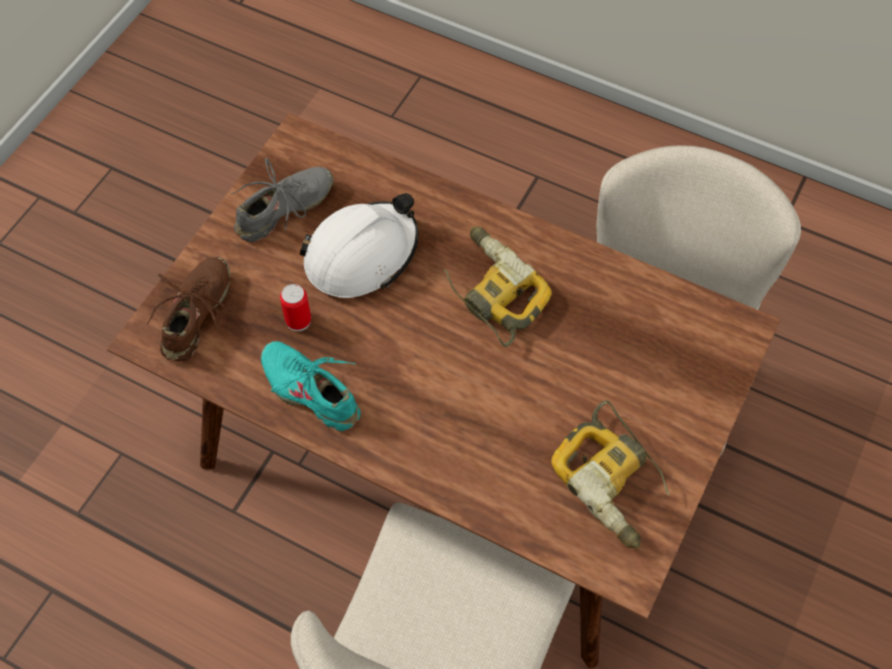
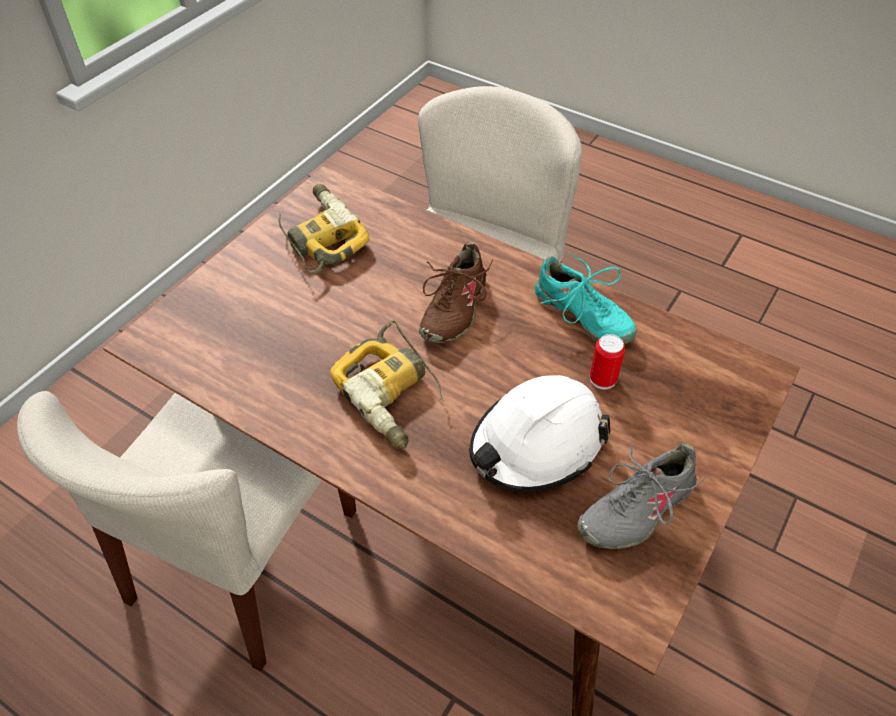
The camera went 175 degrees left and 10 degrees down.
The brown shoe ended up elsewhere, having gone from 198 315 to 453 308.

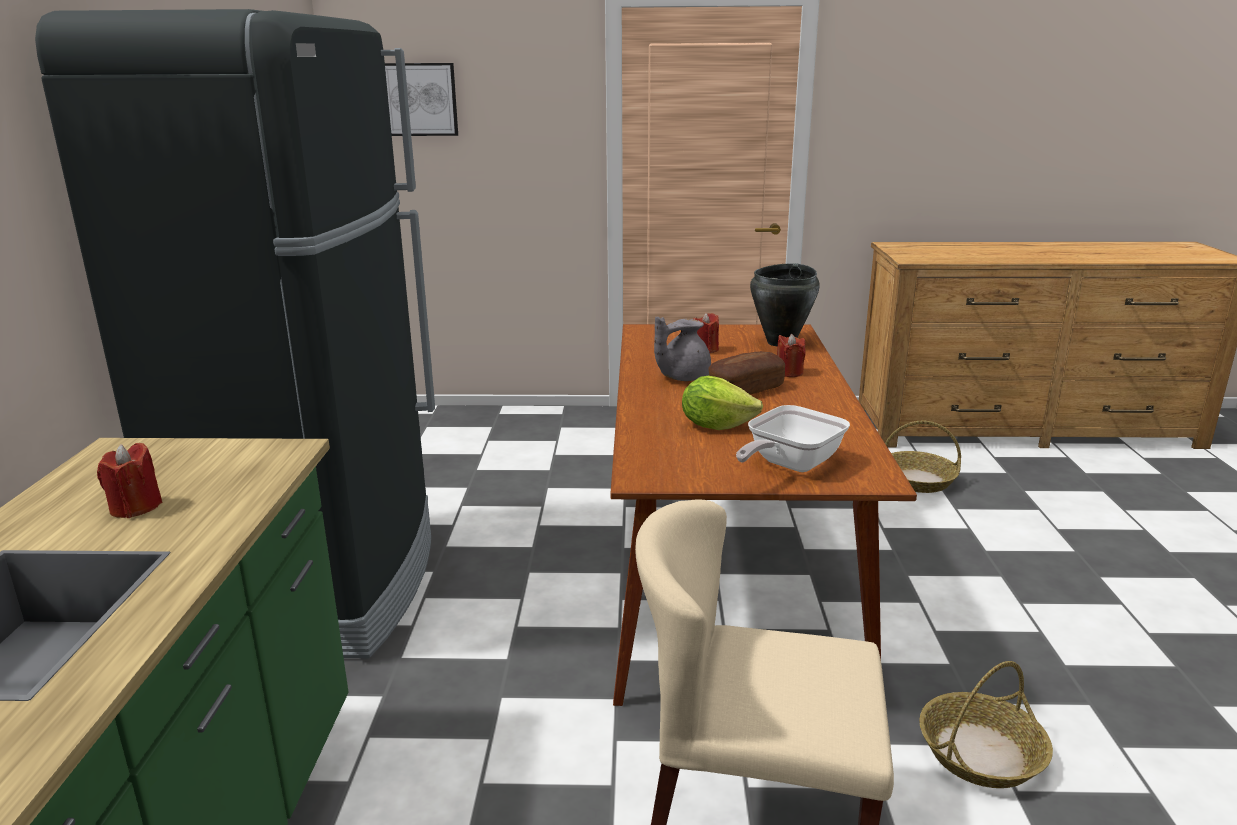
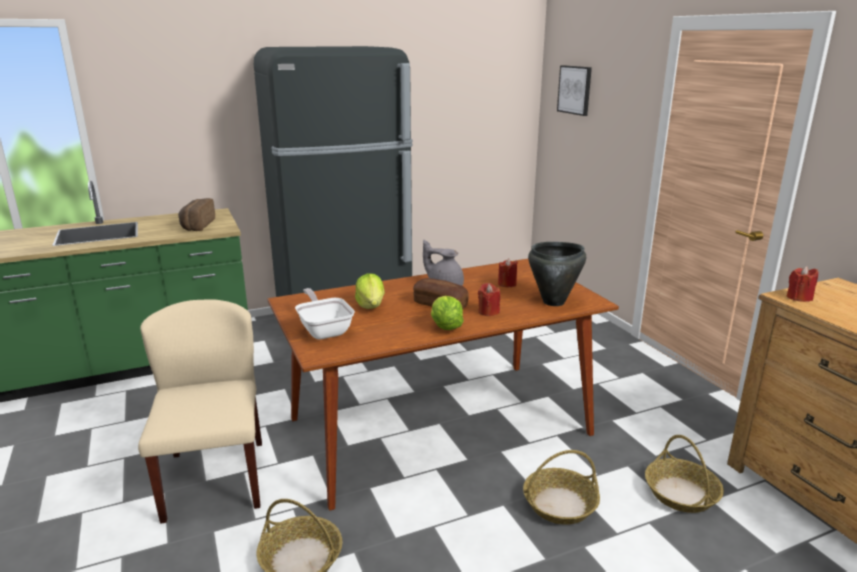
The camera went 65 degrees right and 0 degrees up.
The second view gained the bread at 196 225.
The second view gained the lettuce at 445 327.
The second view gained the basket at 560 504.
The red candle ended up elsewhere, having gone from 135 507 to 799 298.
The frying pan at 789 465 ended up facing another way, 45 degrees clockwise from before.

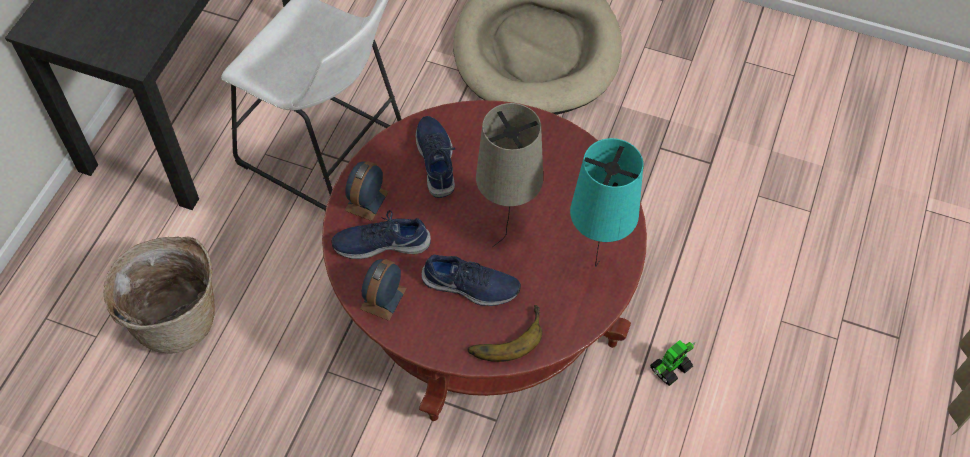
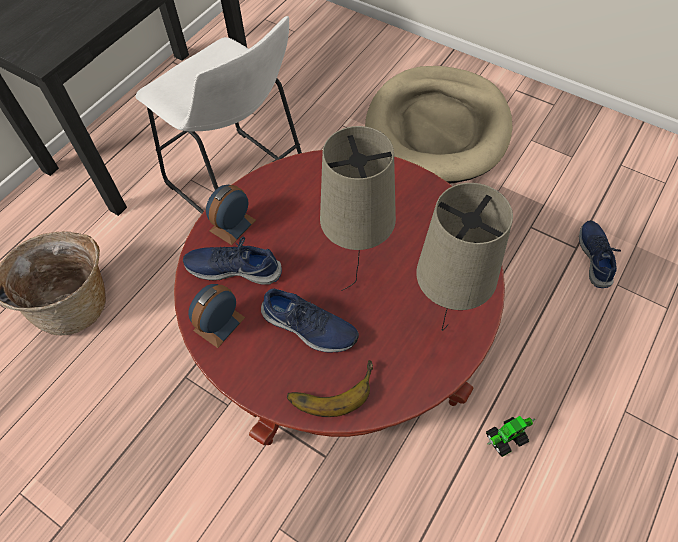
The camera went 15 degrees right and 0 degrees up.
The blue shoe ended up elsewhere, having gone from 437 160 to 596 257.
What was the turquoise table lamp at 593 274 turned into the beige table lamp at 439 338.

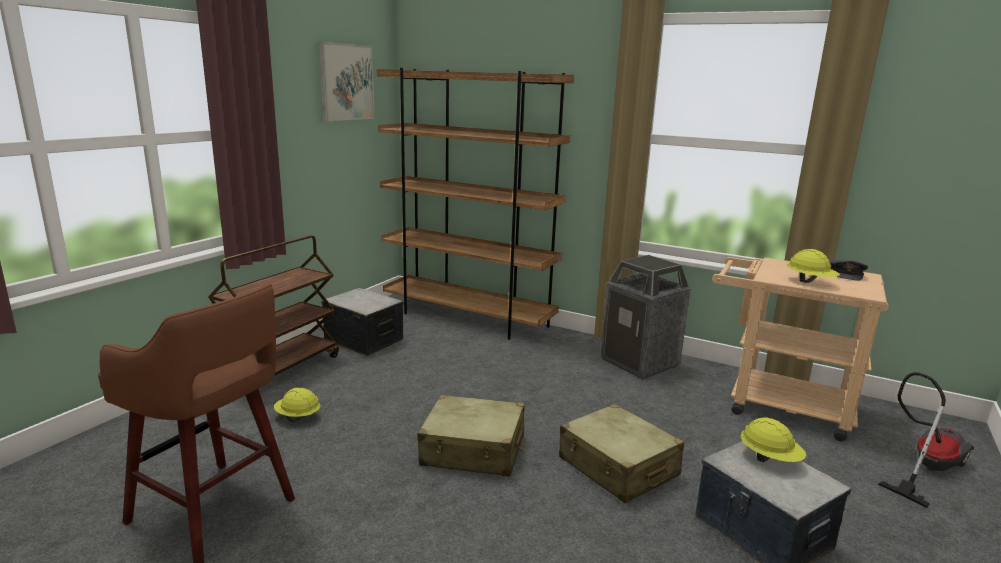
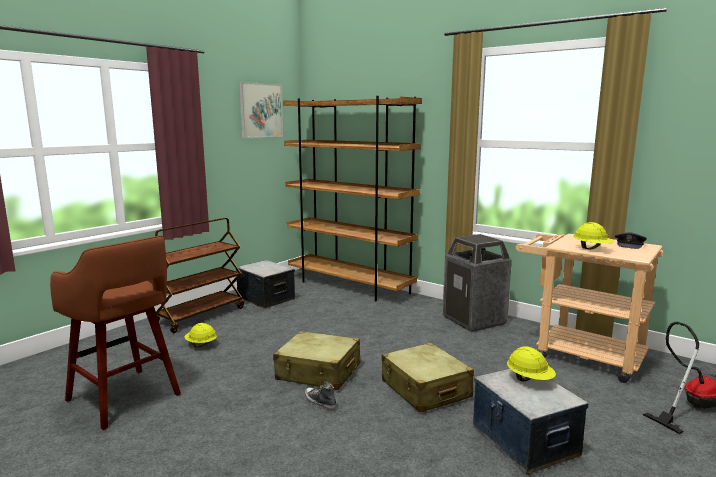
The camera went 10 degrees right and 5 degrees down.
The second view gained the shoe at 320 402.

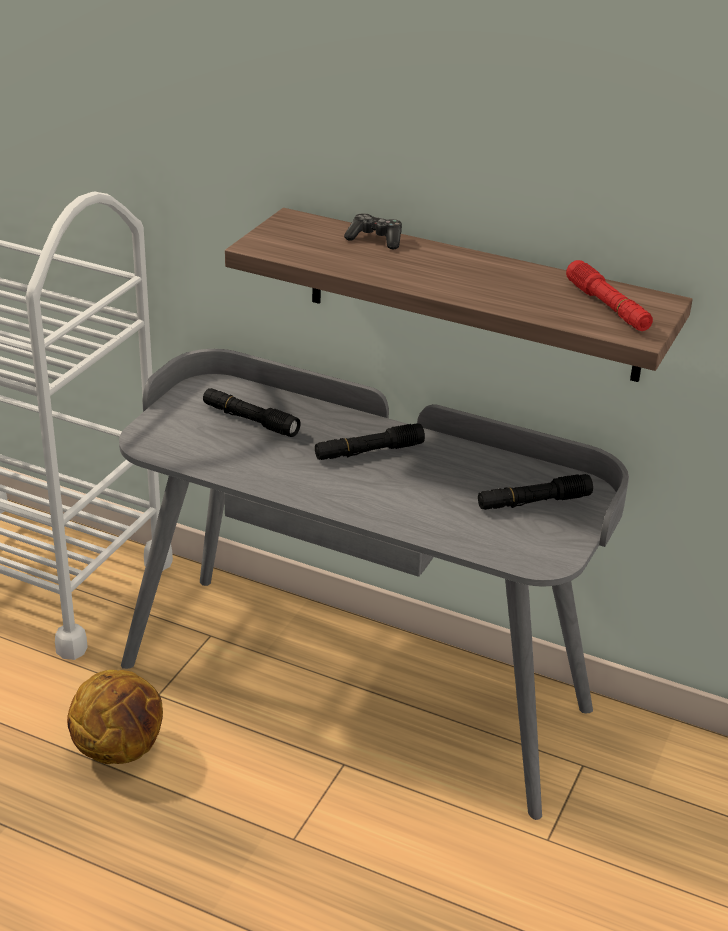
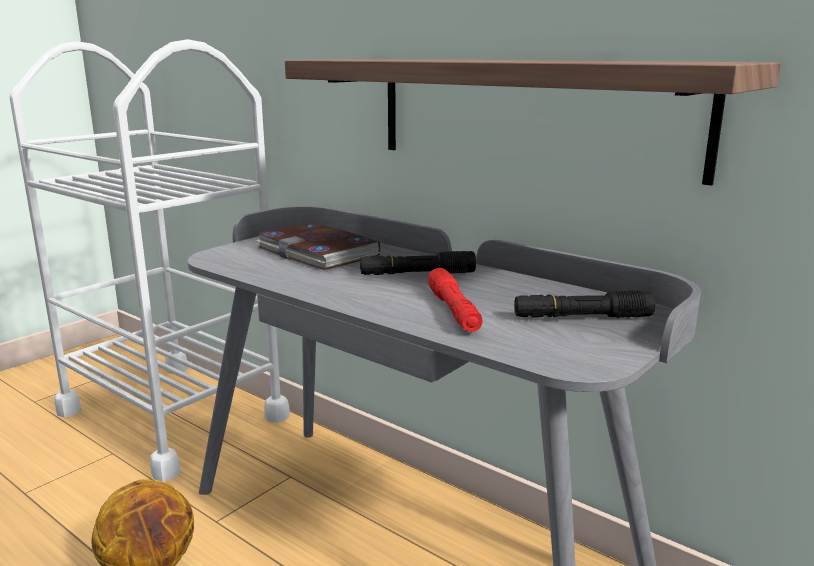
The camera went 15 degrees right and 15 degrees down.
The second view lost the game controller at 375 239.
The red flashlight ended up elsewhere, having gone from 607 307 to 453 311.
Where the black flashlight stood at 250 420, the book came to stand at 318 252.

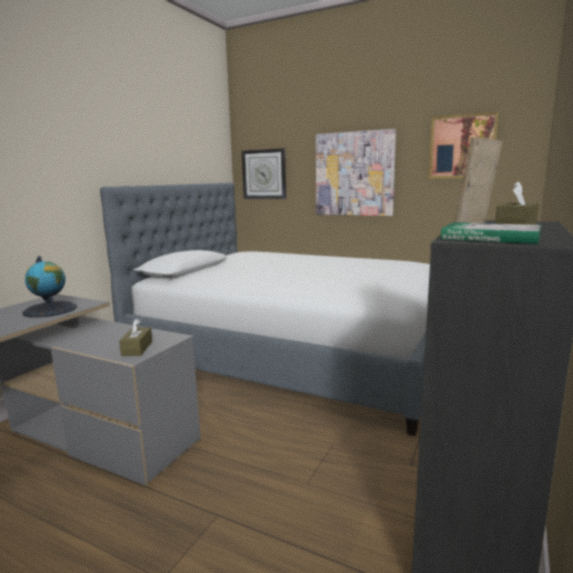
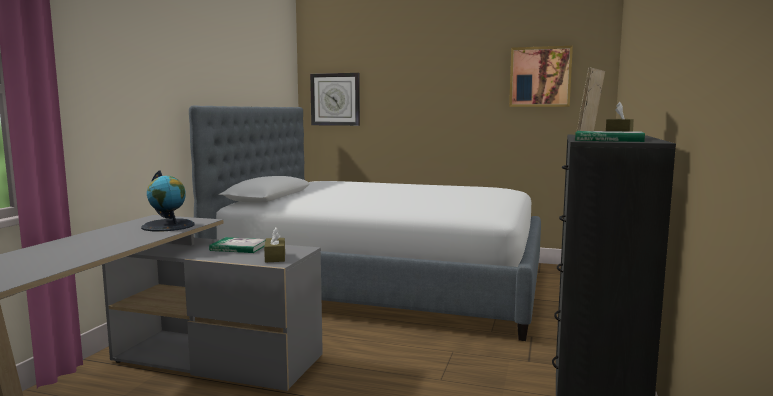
The camera went 10 degrees left and 5 degrees down.
The second view lost the picture at 354 174.
The second view gained the book at 239 247.

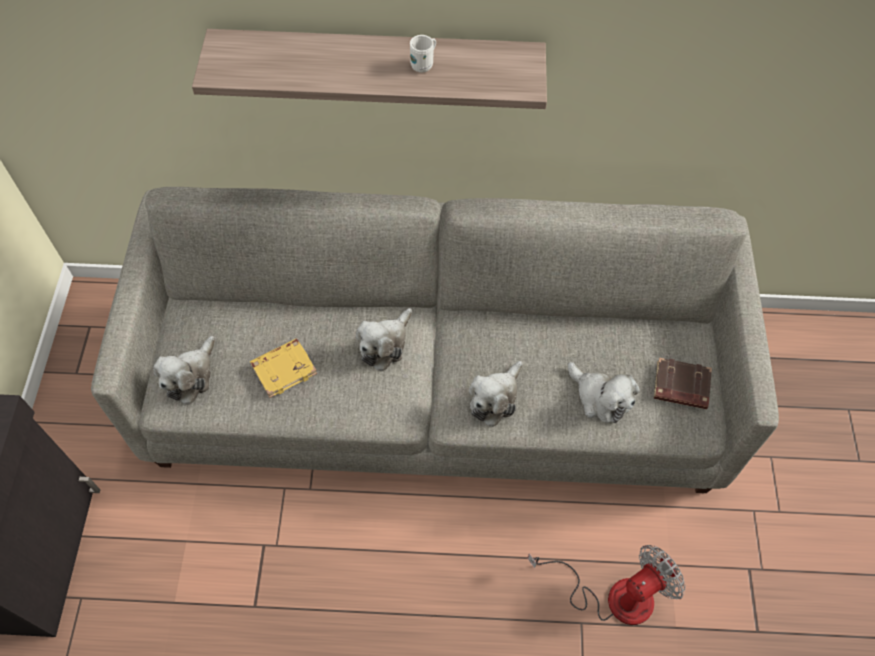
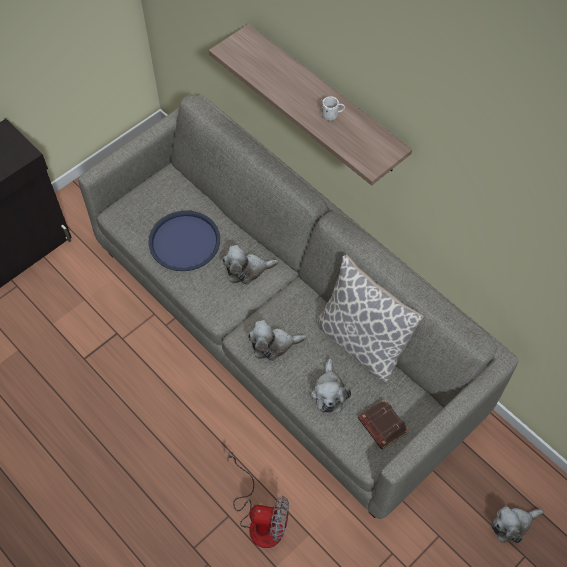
The camera went 45 degrees right and 0 degrees up.
The second view gained the pillow at 361 341.
The plush toy ended up elsewhere, having gone from 191 376 to 512 524.
Where the yellow book stood at 284 369, the blue tray came to stand at 184 241.

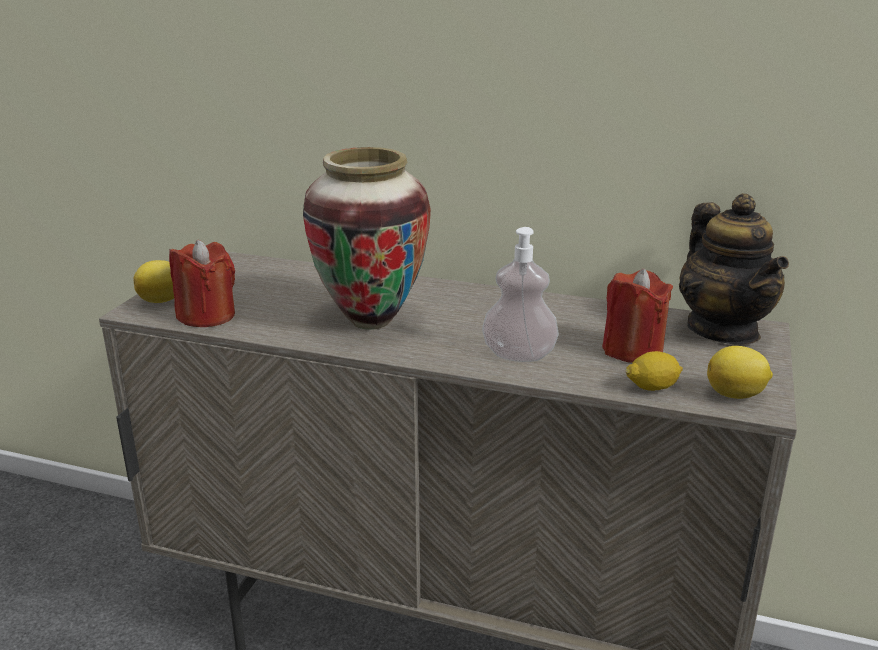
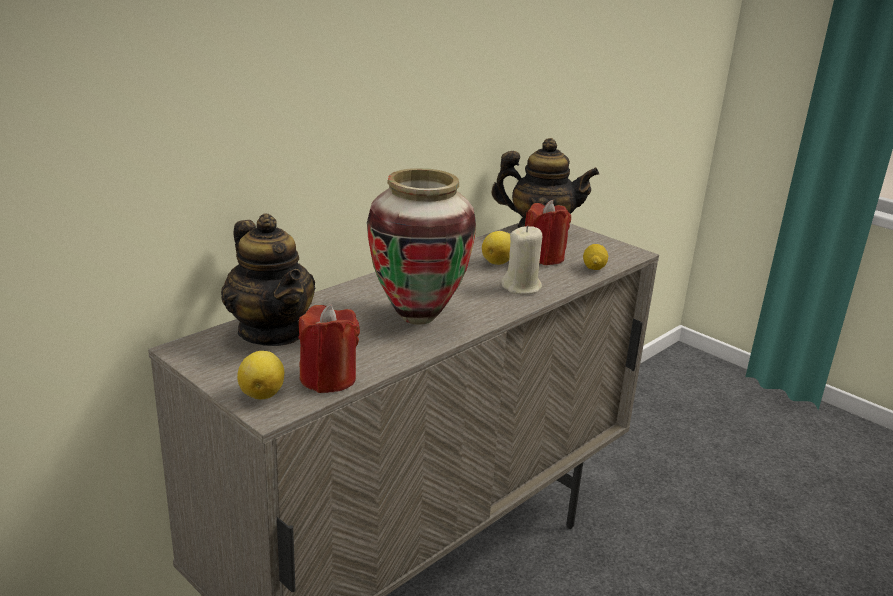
The camera went 65 degrees left and 0 degrees up.
The second view gained the teapot at 271 332.
The lemon ended up elsewhere, having gone from 736 395 to 498 262.
Where the soap dispenser stood at 519 355, the beige candle came to stand at 522 287.

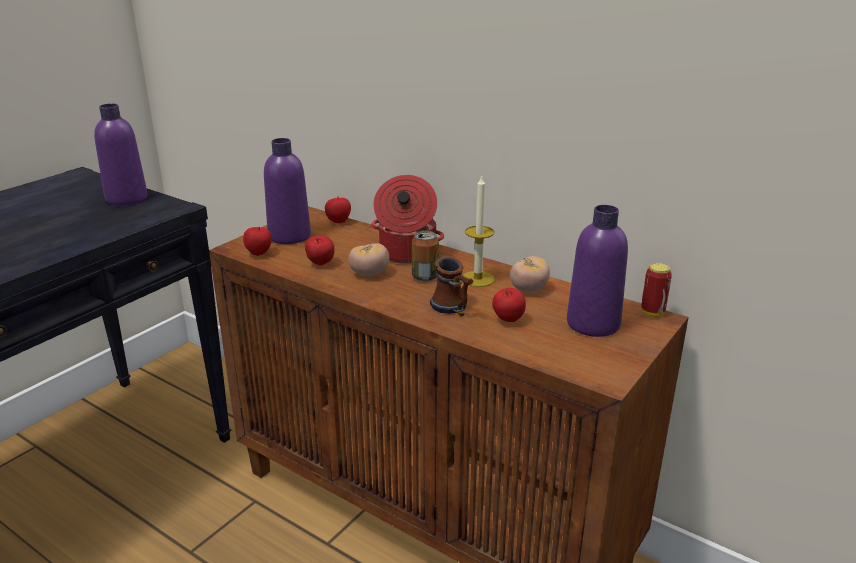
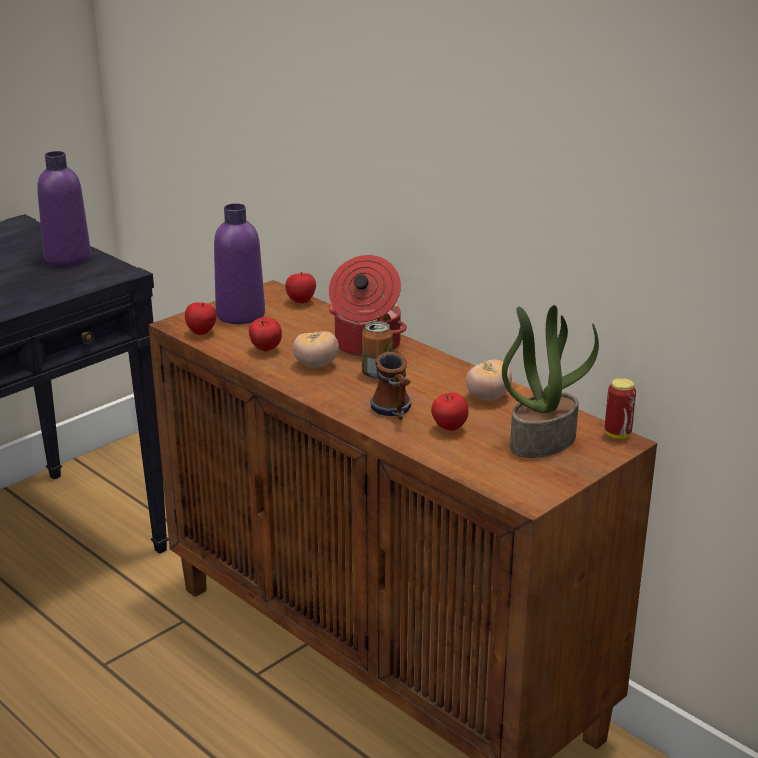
The camera went 10 degrees right and 0 degrees up.
The second view lost the candle at 478 279.
Where the purple bottle stood at 593 324, the potted plant came to stand at 542 441.

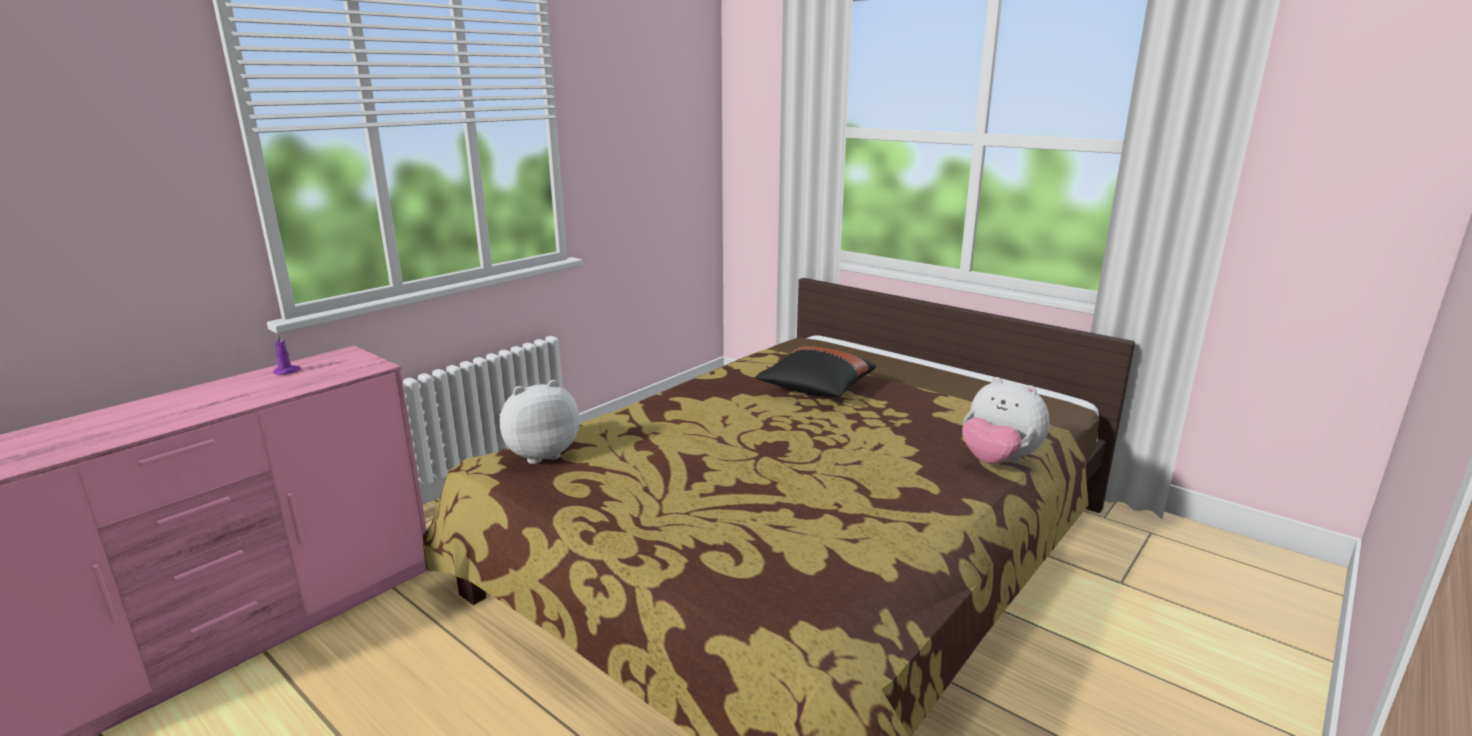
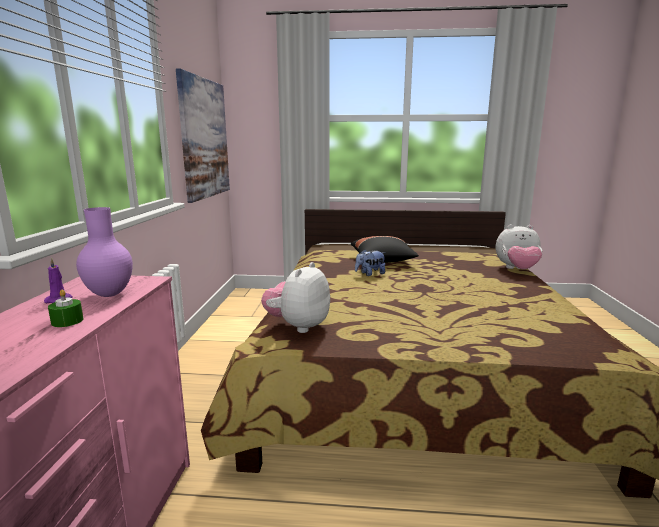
The camera went 35 degrees left and 5 degrees down.
The second view gained the green candle at 67 321.
The second view gained the purple vase at 109 294.
The second view gained the picture at 204 138.
The second view gained the plush toy at 370 274.

